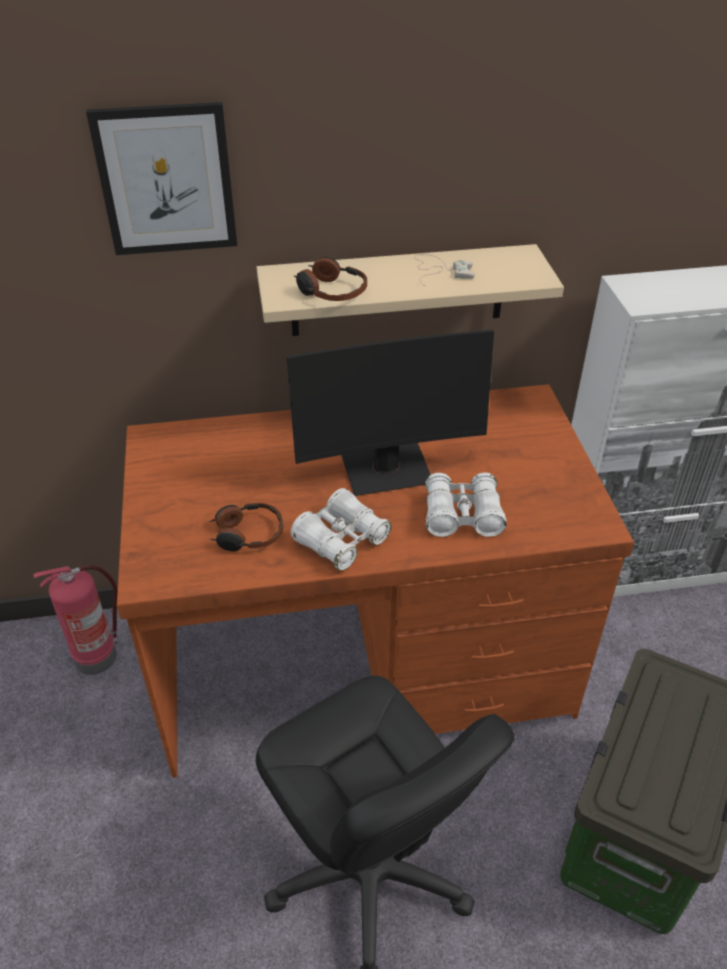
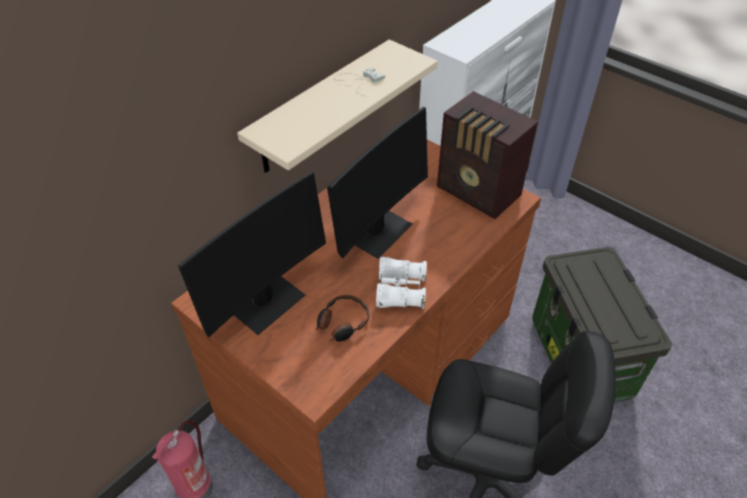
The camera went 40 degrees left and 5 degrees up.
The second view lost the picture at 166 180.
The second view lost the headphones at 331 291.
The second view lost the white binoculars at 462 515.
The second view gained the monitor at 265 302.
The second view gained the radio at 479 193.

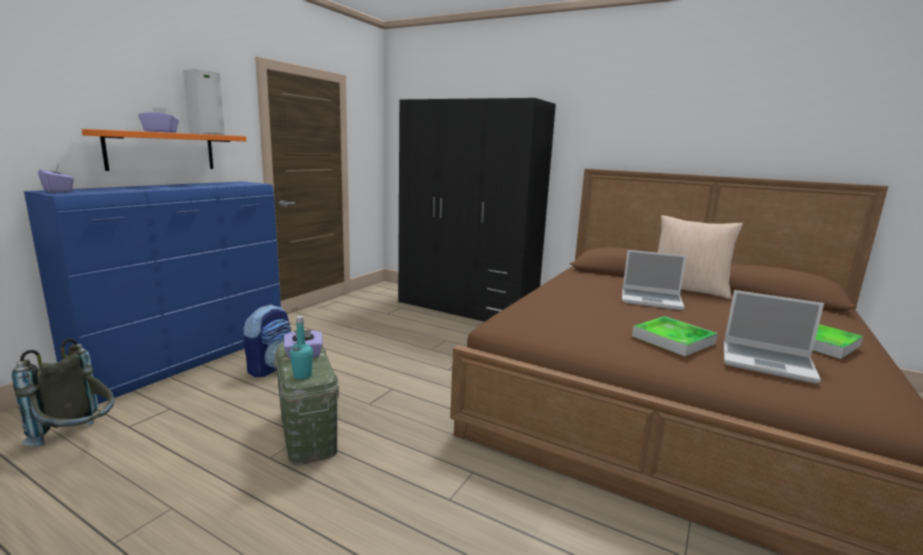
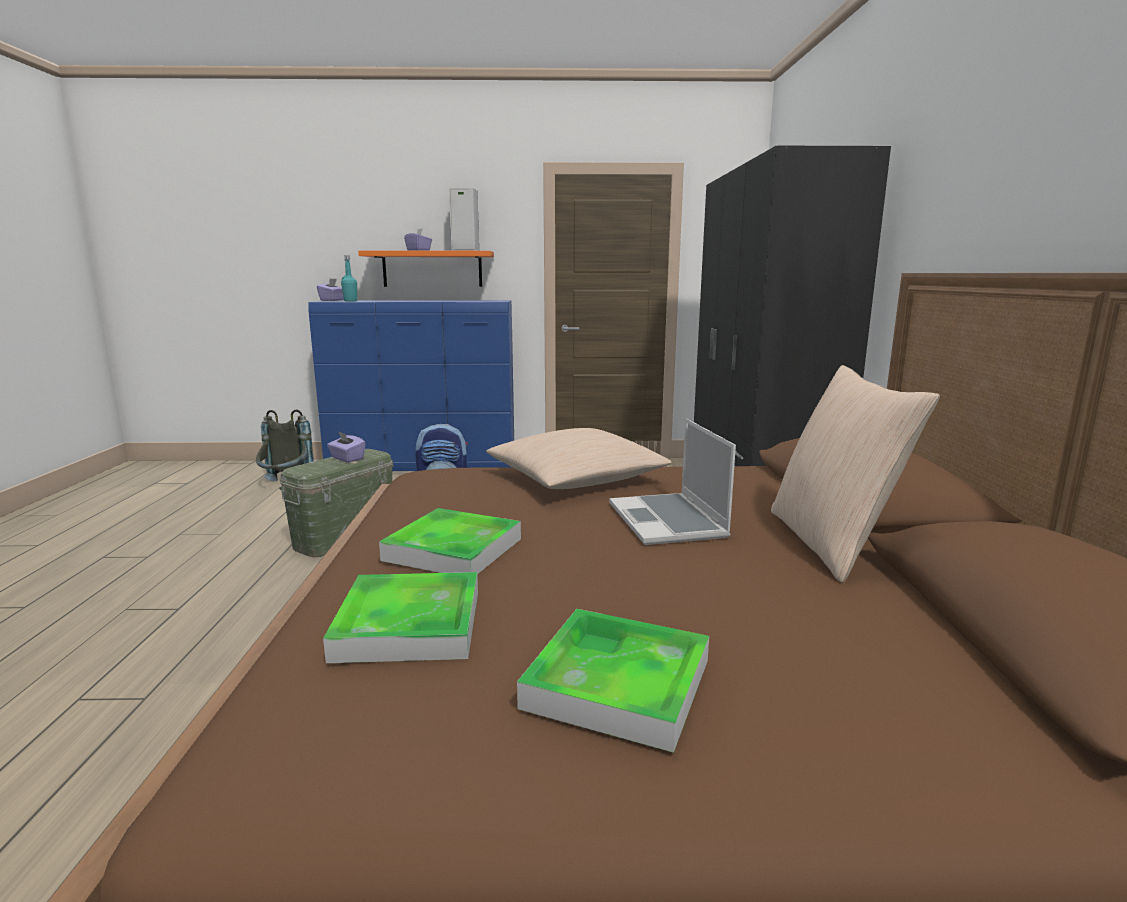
The camera went 60 degrees right and 0 degrees up.
The second view gained the beige pillow at 575 479.
The turquoise bottle ended up elsewhere, having gone from 302 375 to 350 301.
Where the laptop stood at 768 363, the tray came to stand at 409 624.

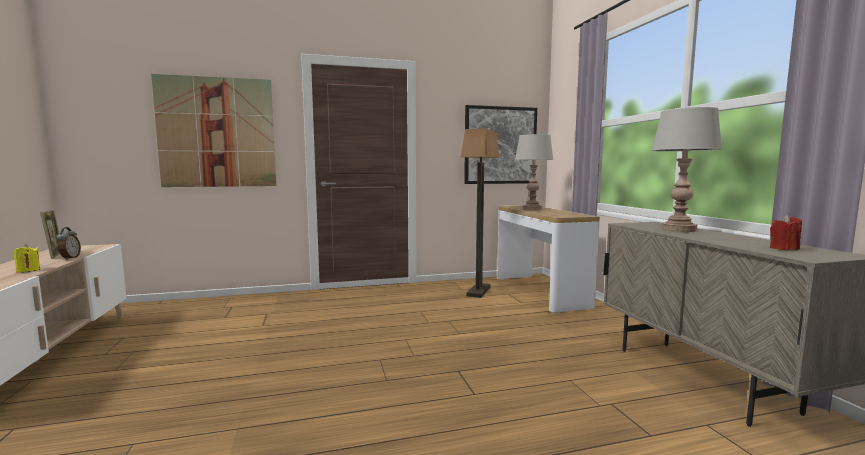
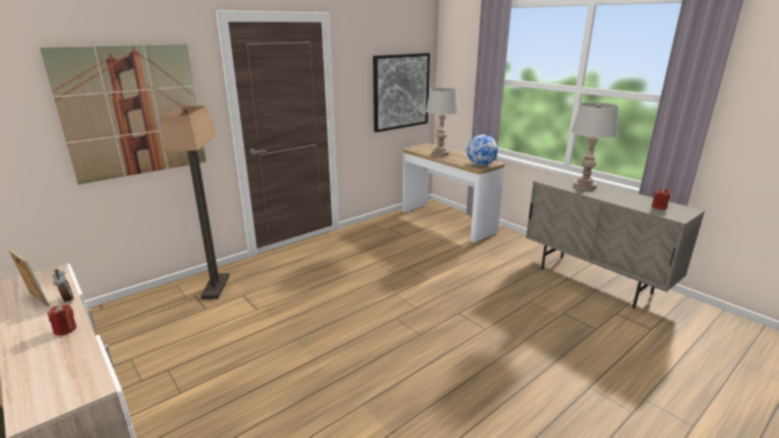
The camera went 25 degrees left and 15 degrees up.
The second view gained the globe at 480 165.
The floor lamp ended up elsewhere, having gone from 479 291 to 216 287.
What was the yellow candle at 28 270 turned into the red candle at 65 329.

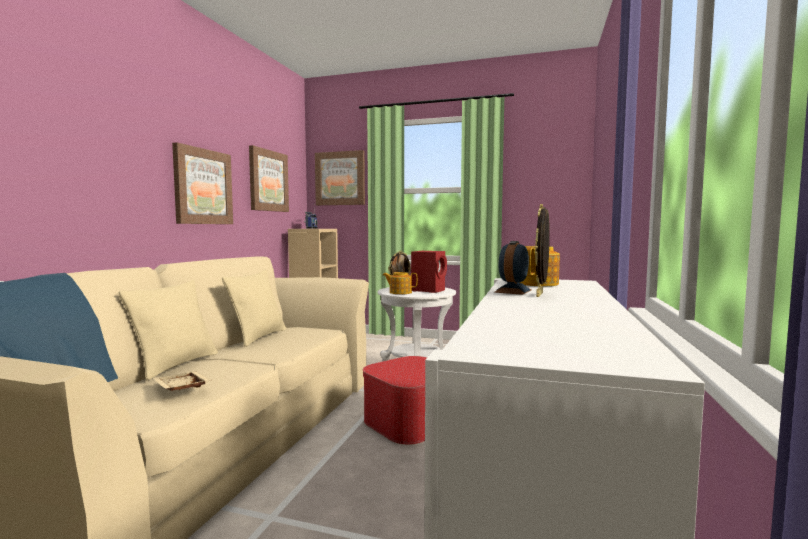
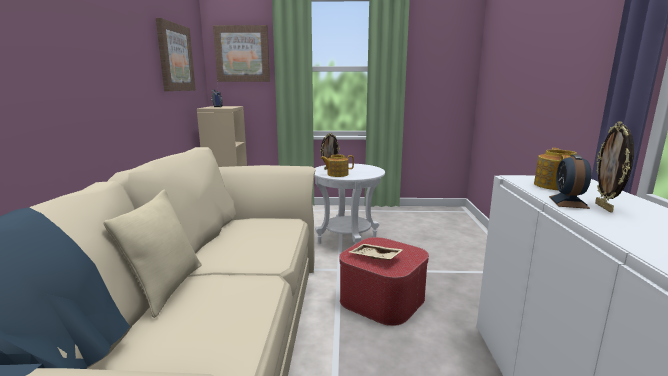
The camera went 15 degrees left and 10 degrees up.
The second view lost the picture at 203 187.
The second view lost the beige pillow at 258 337.
The second view lost the red speaker at 429 290.
The beige tray ended up elsewhere, having gone from 180 389 to 375 258.

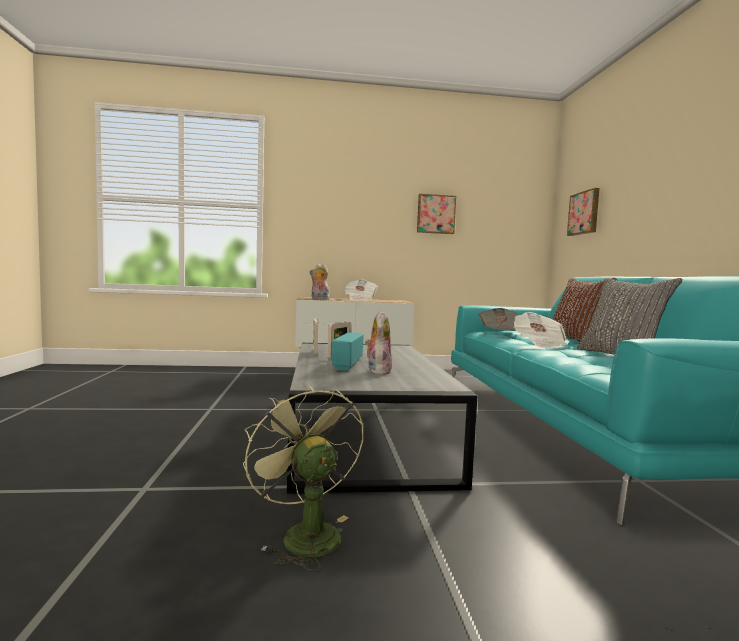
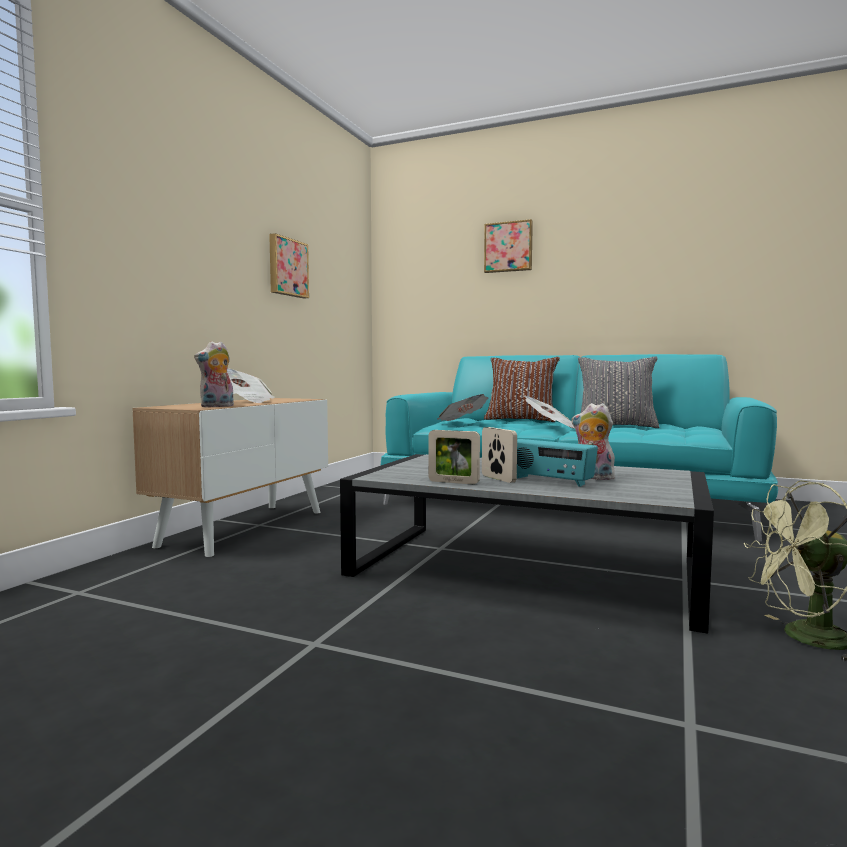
The camera went 60 degrees left and 0 degrees up.
The picture ended up elsewhere, having gone from 584 213 to 508 247.

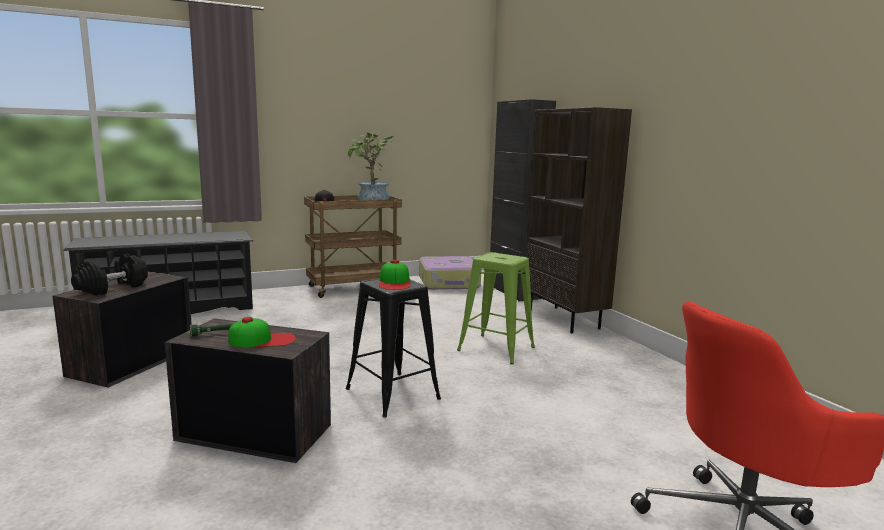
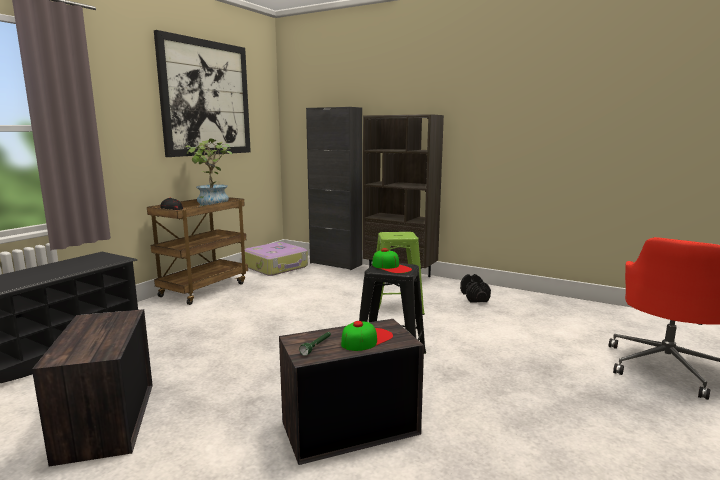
The camera went 35 degrees left and 0 degrees up.
The second view gained the picture at 206 98.
The black dumbbell ended up elsewhere, having gone from 112 288 to 474 297.

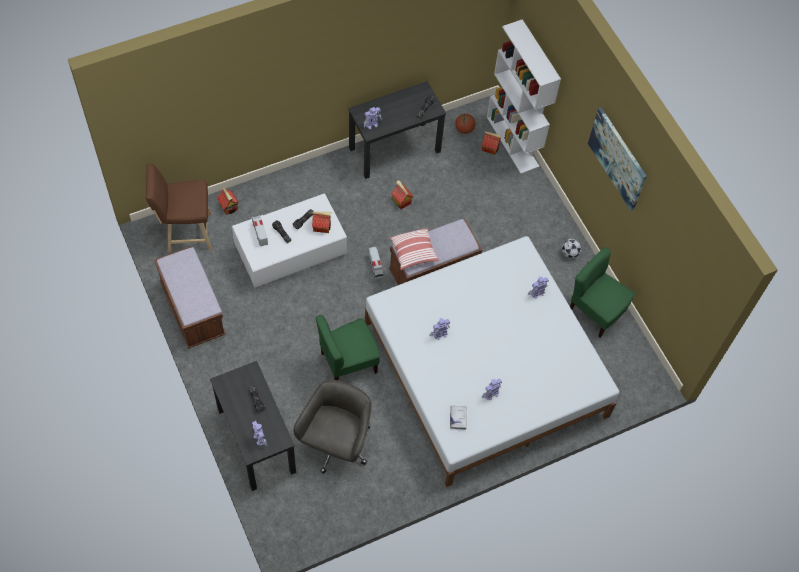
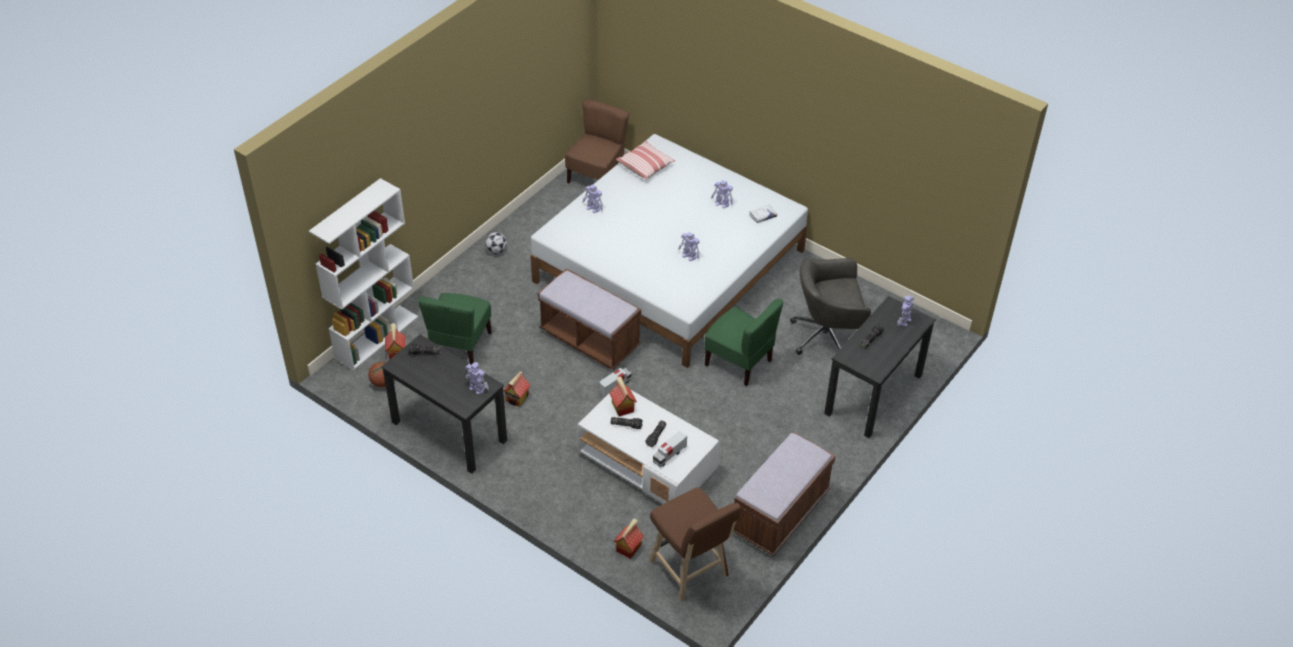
The camera went 115 degrees left and 15 degrees down.
The second view lost the picture at 617 158.
The second view gained the brown chair at 596 177.
The pillow ended up elsewhere, having gone from 414 253 to 645 166.
The green chair ended up elsewhere, having gone from 596 311 to 460 345.

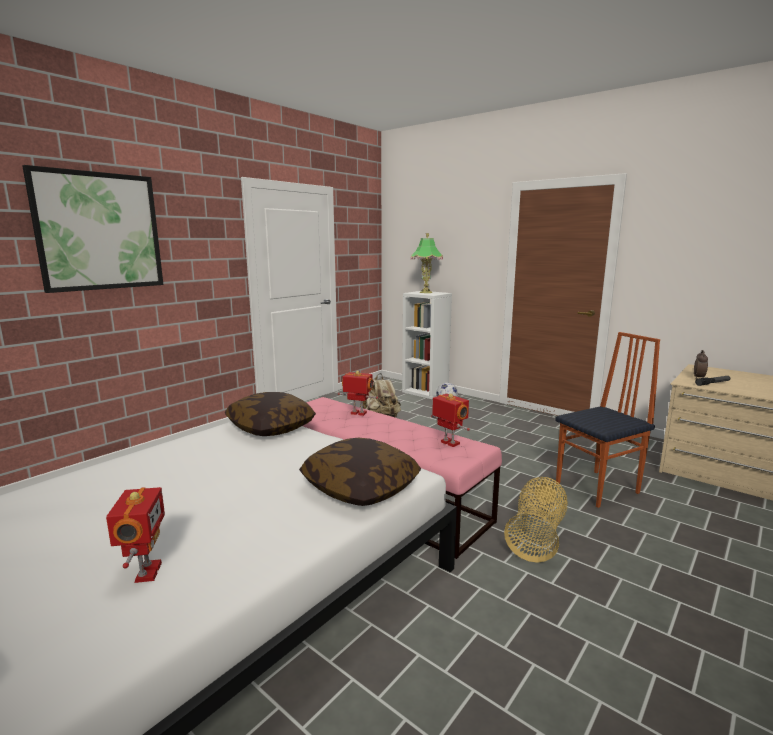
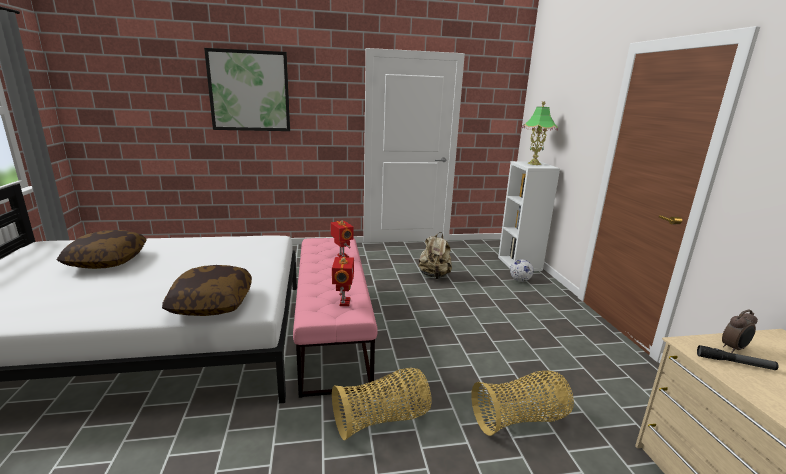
The camera went 40 degrees right and 5 degrees up.
The second view lost the toy robot at 146 572.
The pillow ended up elsewhere, having gone from 270 427 to 107 261.
Where the chair stood at 598 489, the basket came to stand at 520 419.

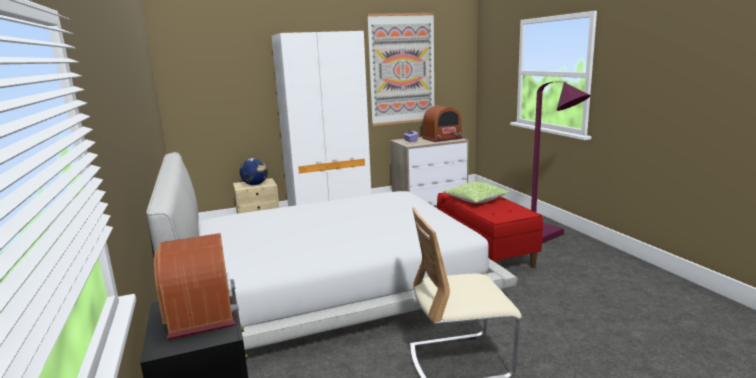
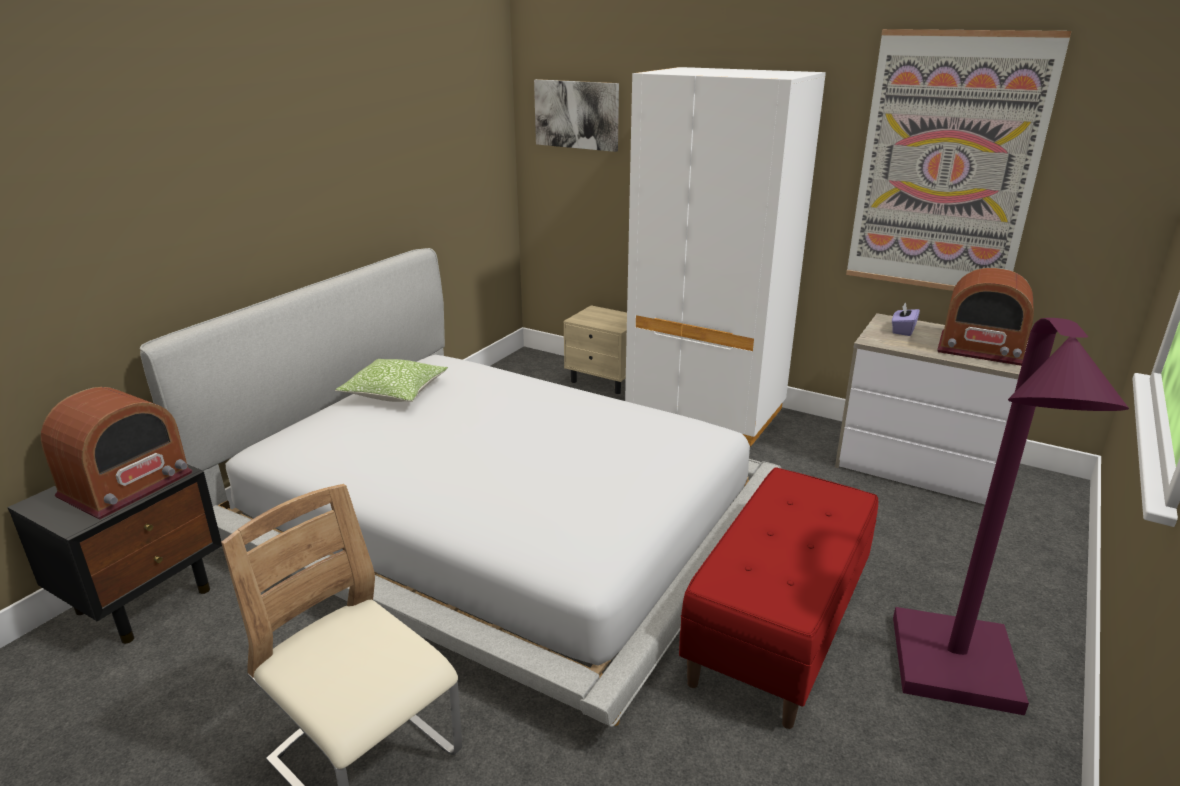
The camera went 50 degrees right and 10 degrees up.
The second view lost the globe at 255 184.
The second view gained the picture at 577 114.
The pillow ended up elsewhere, having gone from 476 200 to 395 392.

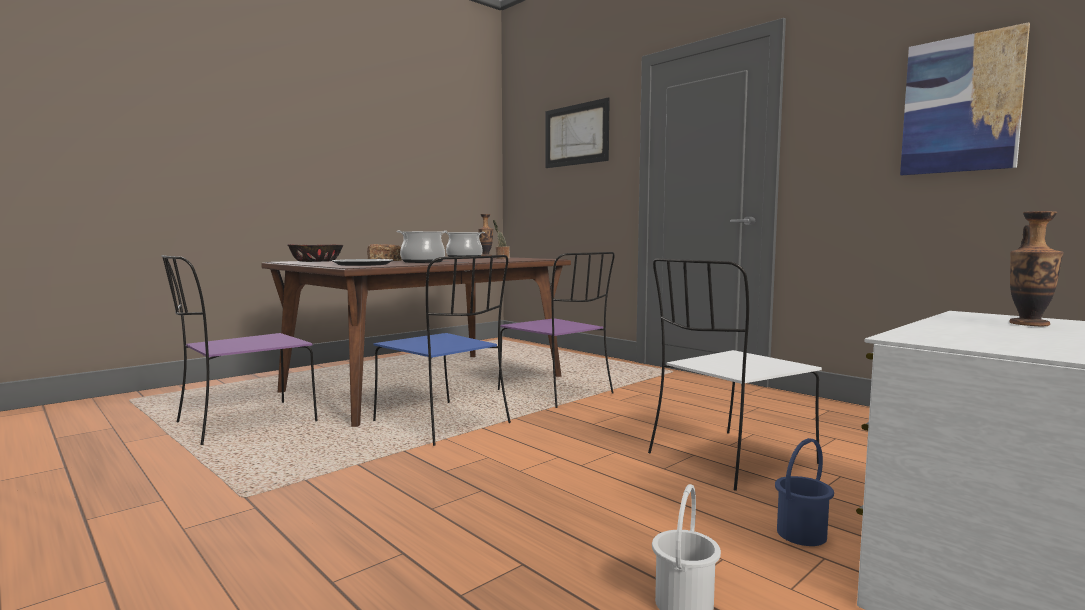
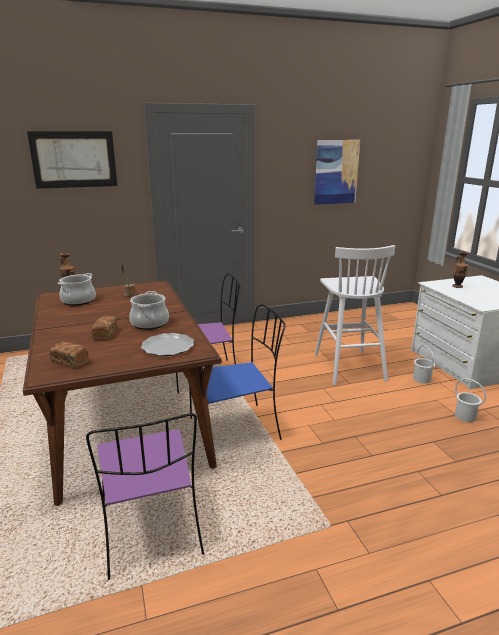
The camera went 65 degrees left and 15 degrees up.
Where the bowl stood at 316 261, the bread came to stand at 69 362.
Where the white chair stood at 728 460, the white stool came to stand at 348 366.
What was the blue bucket at 800 534 turned into the white bucket at 421 379.

